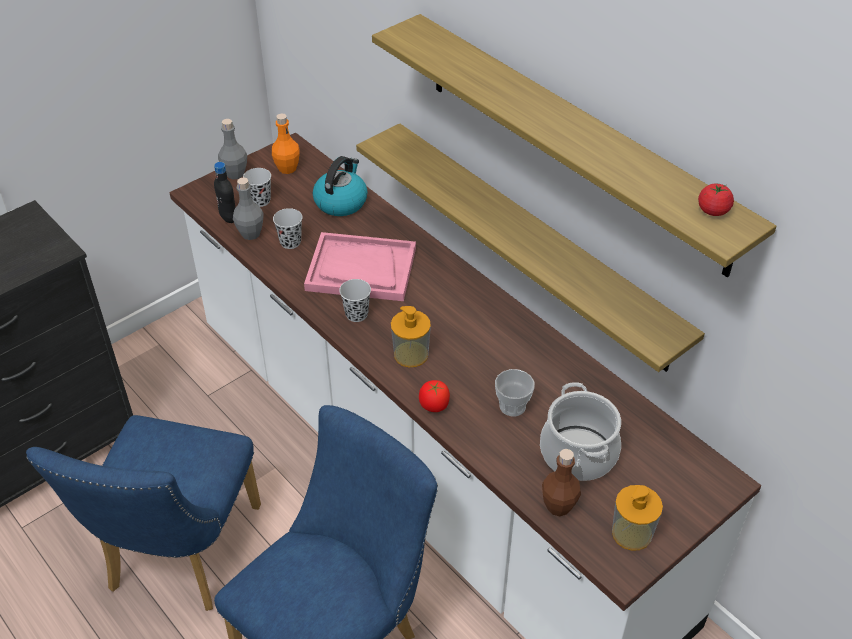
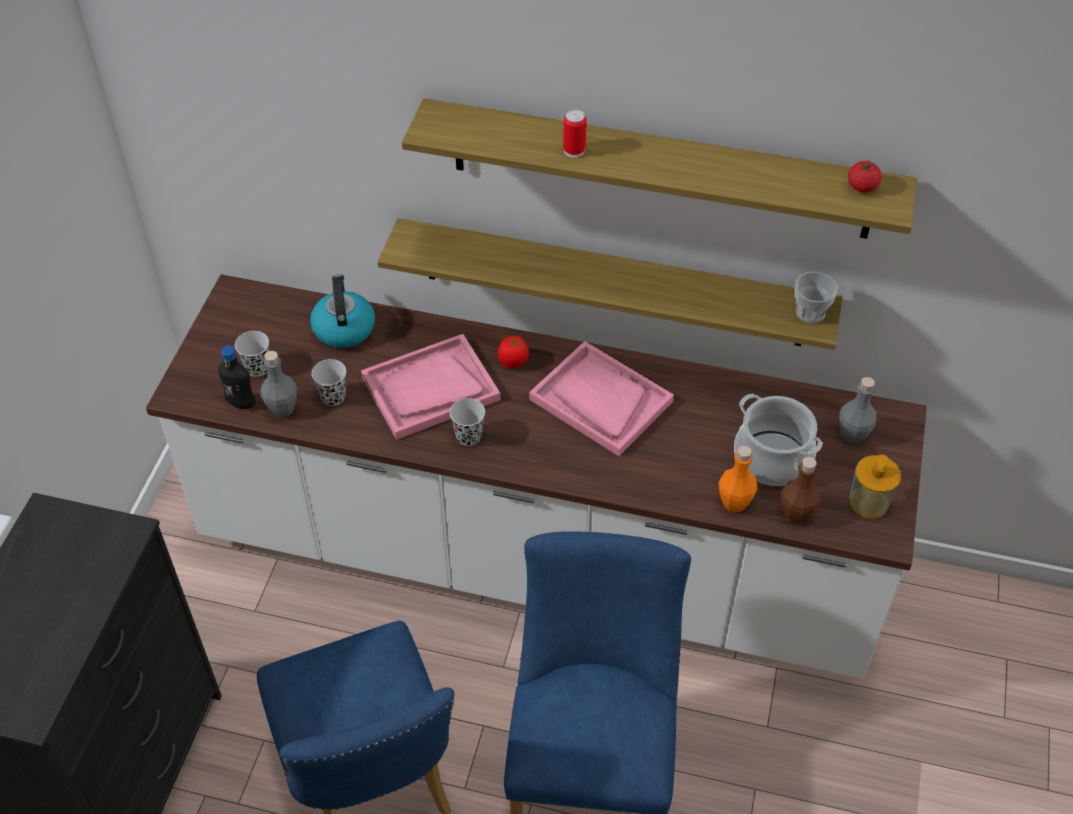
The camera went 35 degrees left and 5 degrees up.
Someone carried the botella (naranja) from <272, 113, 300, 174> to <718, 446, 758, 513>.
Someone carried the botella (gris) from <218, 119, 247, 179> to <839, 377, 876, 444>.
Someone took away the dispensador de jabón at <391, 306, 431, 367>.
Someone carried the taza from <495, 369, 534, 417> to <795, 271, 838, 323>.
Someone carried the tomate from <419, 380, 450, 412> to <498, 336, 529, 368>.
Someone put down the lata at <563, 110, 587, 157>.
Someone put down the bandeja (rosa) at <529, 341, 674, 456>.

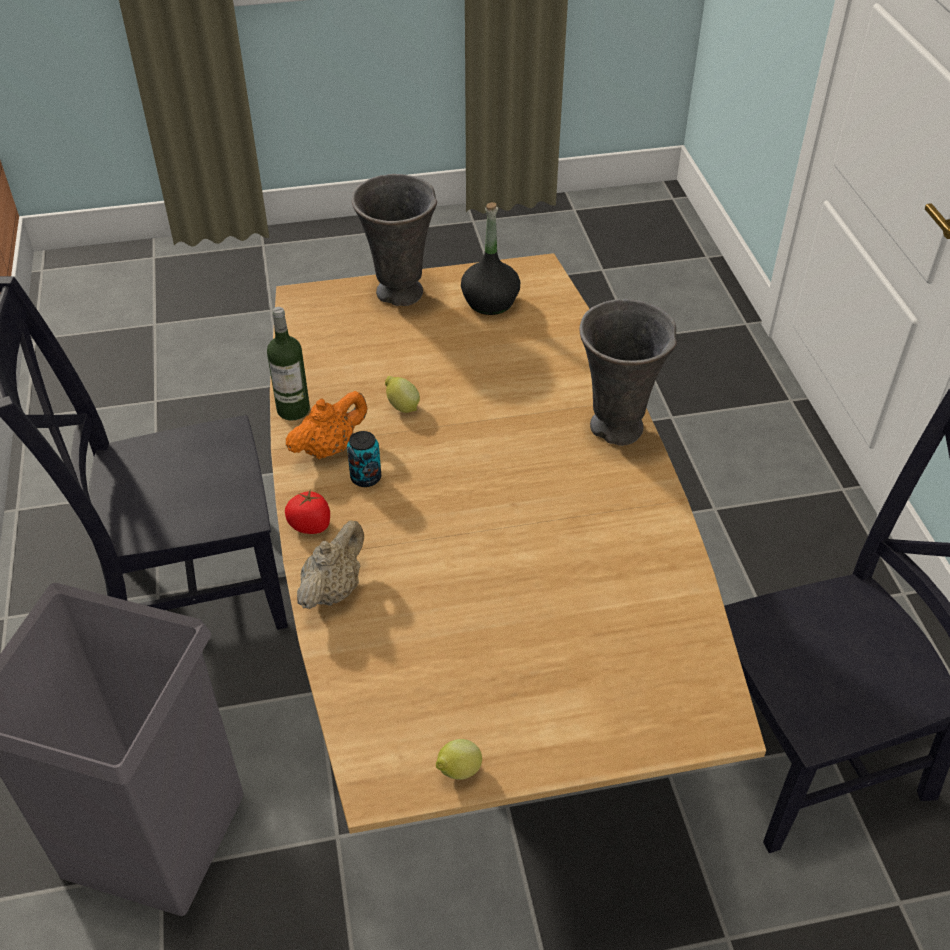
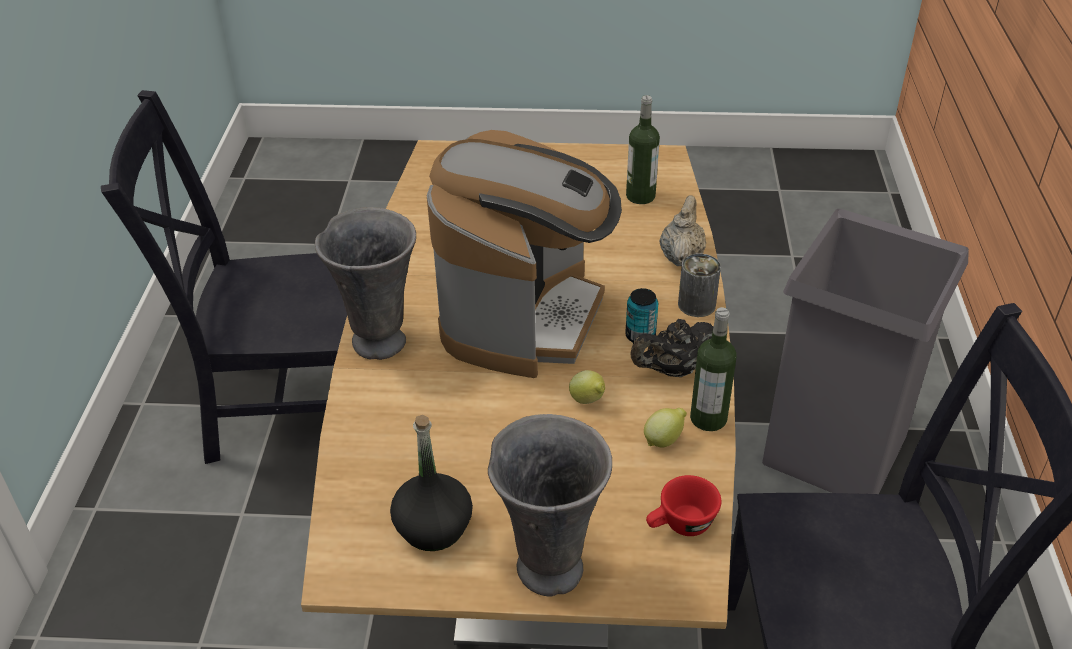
The camera went 165 degrees left and 5 degrees down.
Someone repainted the tetera (naranja) at <286, 391, 368, 460>, which became the tetera (negro) at <630, 319, 713, 377>.
Someone swapped the tomate at <285, 490, 330, 534> for the lata at <678, 253, 721, 317>.
Someone rotated the tetera (beis) at <297, 521, 364, 609> by 150 degrees clockwise.
Someone carried the limón from <436, 739, 482, 780> to <644, 408, 687, 447>.
Someone put down the botella at <626, 95, 660, 204>.
Someone put down the cafetera at <427, 130, 622, 378>.
Someone put down the taza (rojo) at <646, 475, 721, 536>.

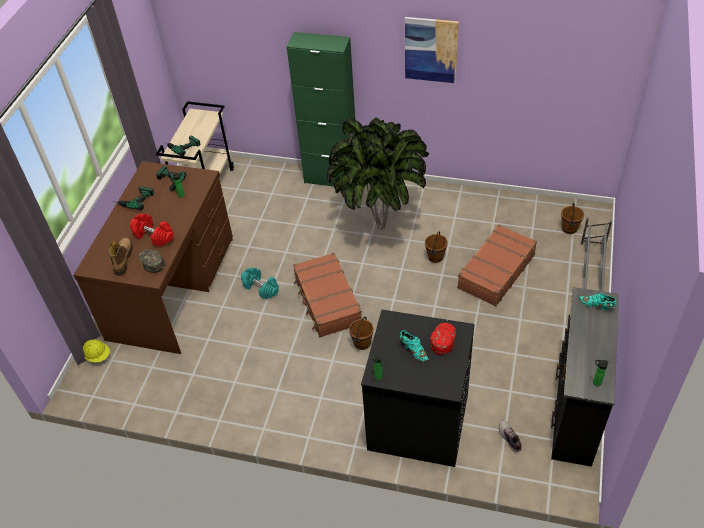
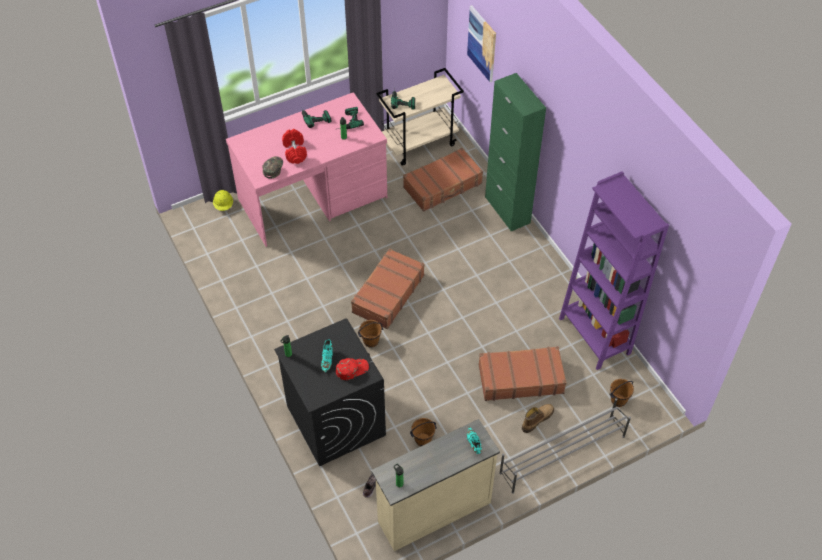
The camera went 45 degrees right and 5 degrees up.
Someone carried the cuadro from <405, 17, 459, 83> to <467, 5, 496, 82>.
Someone took away the planta en maceta at <327, 118, 429, 230>.
Someone repainted the escritorio (marrón) at <73, 161, 233, 354>, which became the escritorio (rosa) at <226, 92, 387, 247>.
Someone carried the cubo (marrón) from <425, 231, 448, 263> to <410, 418, 437, 446>.
Someone carried the bota from <108, 238, 133, 276> to <522, 404, 554, 433>.
Someone took away the mancuerna (turquesa) at <241, 267, 279, 299>.
Someone repainted the cómoda (negro) at <551, 287, 619, 467>, which became the cómoda (beis) at <371, 419, 500, 551>.
Someone put down the maleta (marrón) at <403, 148, 483, 212>.
Someone put down the estantería (morado) at <559, 171, 669, 370>.

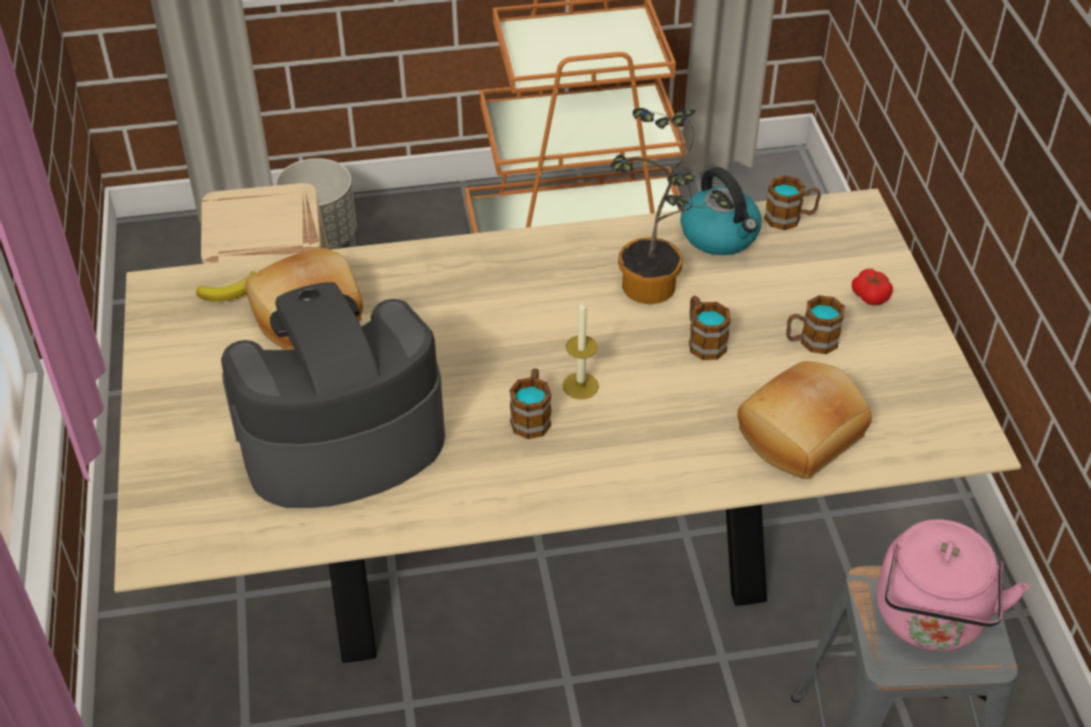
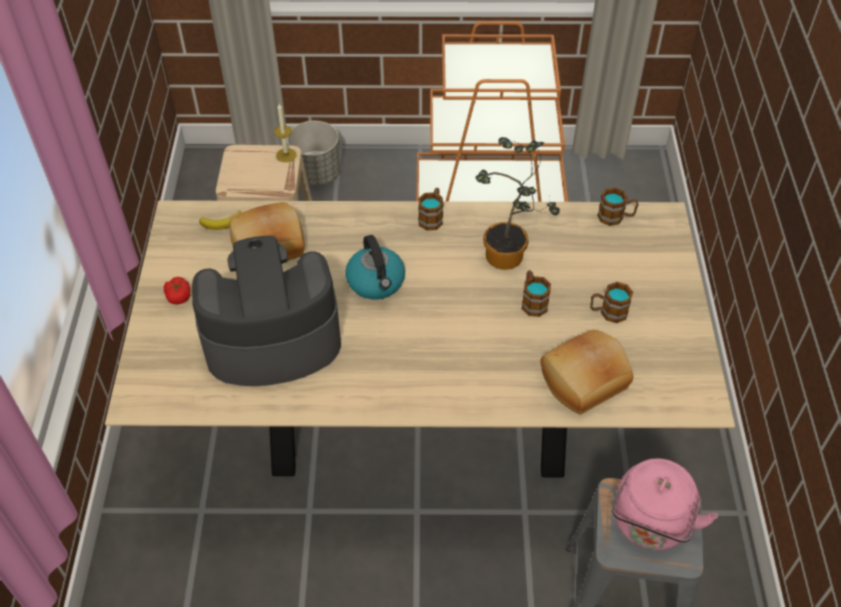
The camera went 10 degrees right and 5 degrees up.
Someone carried the hervidor from <680, 167, 761, 255> to <345, 235, 405, 300>.
Someone carried the tomate from <852, 269, 893, 305> to <164, 277, 190, 304>.
Someone carried the vela from <563, 301, 599, 399> to <274, 104, 297, 162>.
Someone carried the taza grande from <509, 368, 551, 439> to <418, 188, 443, 231>.

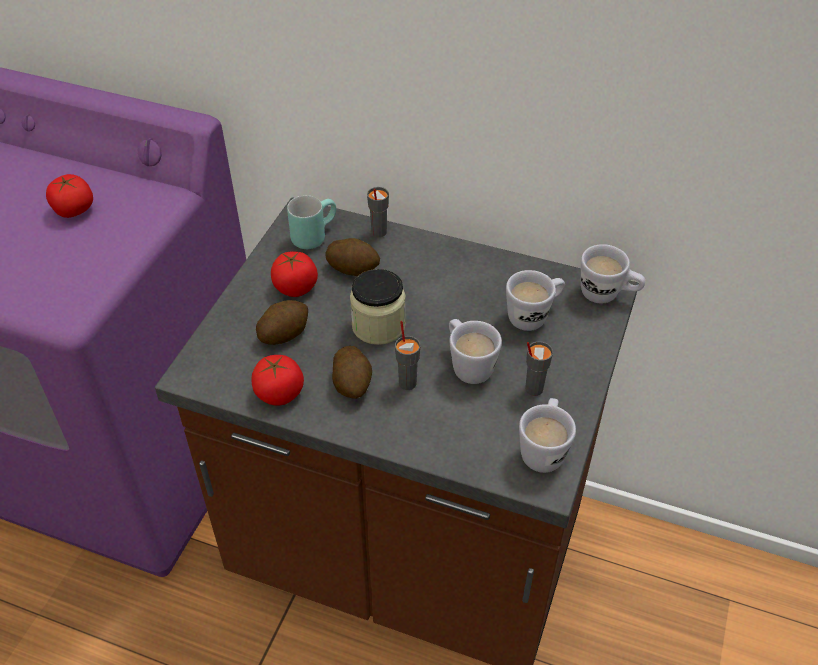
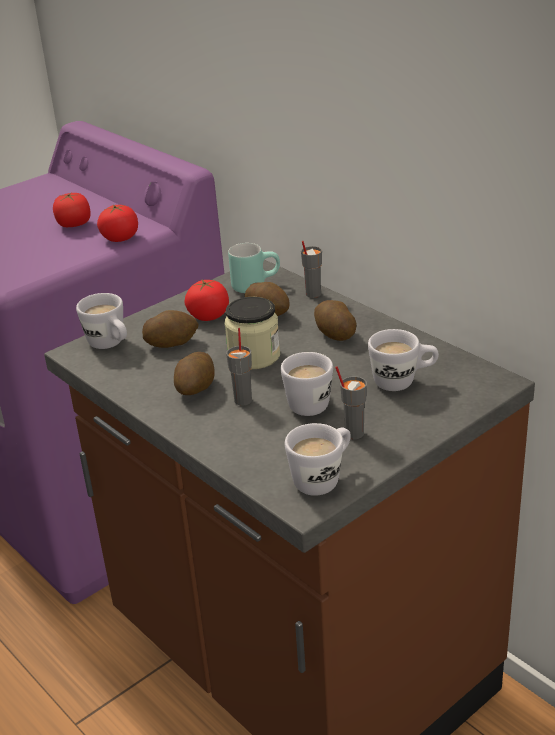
The camera went 30 degrees right and 15 degrees down.
Someone carried the taza grande (blanco) from <581, 244, 646, 303> to <76, 293, 127, 349>.
Someone carried the tomate from <251, 355, 304, 406> to <97, 204, 138, 242>.
Someone put down the patata at <314, 300, 356, 341>.

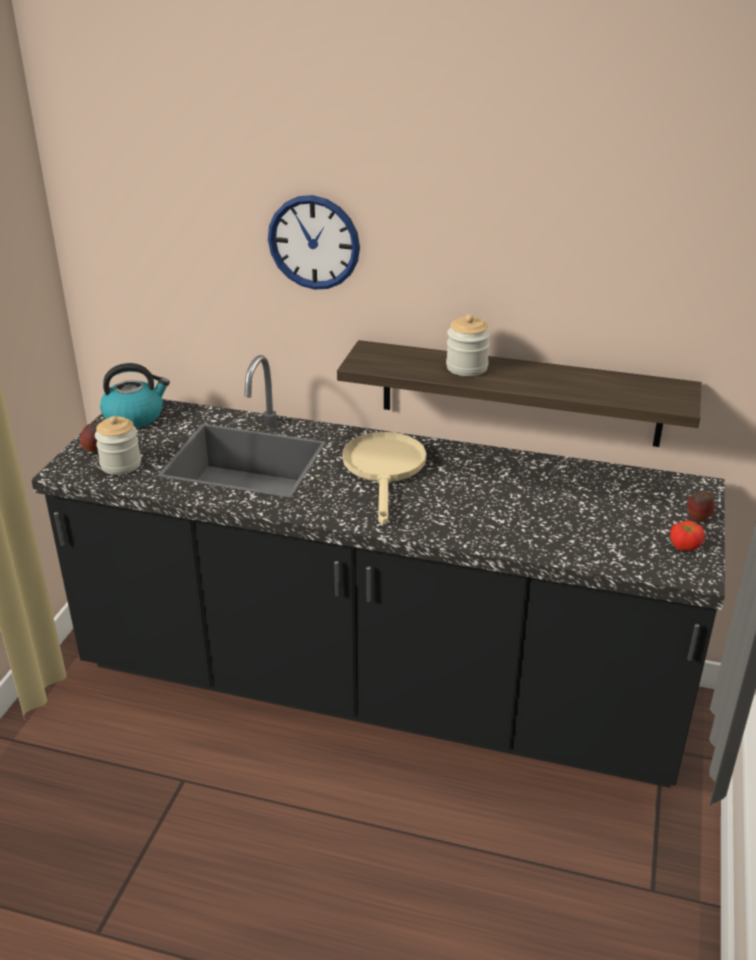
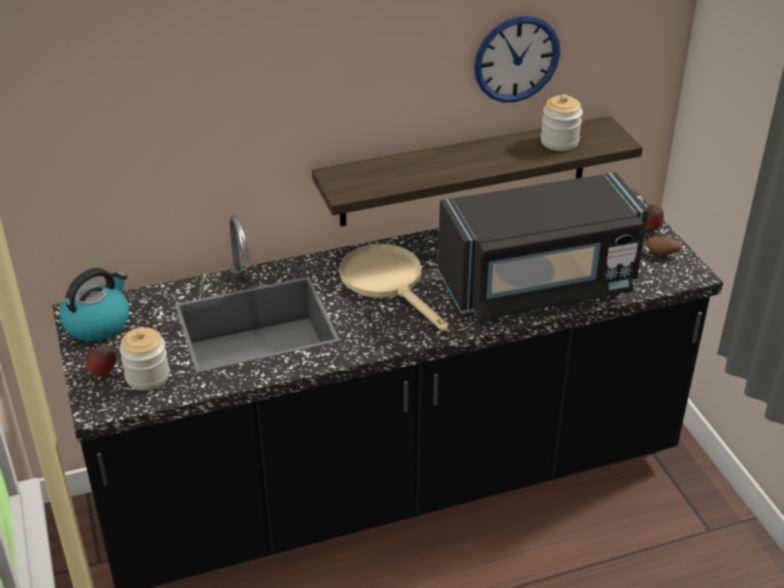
The camera went 35 degrees left and 5 degrees up.
Someone carried the reloj de pared from <268, 195, 360, 290> to <474, 16, 560, 102>.
Someone carried the tarro from <446, 314, 490, 376> to <541, 94, 583, 151>.
Someone swapped the tomate at <670, 521, 705, 551> for the patata at <646, 237, 682, 255>.
Someone put down the microondas (negro) at <438, 172, 648, 320>.

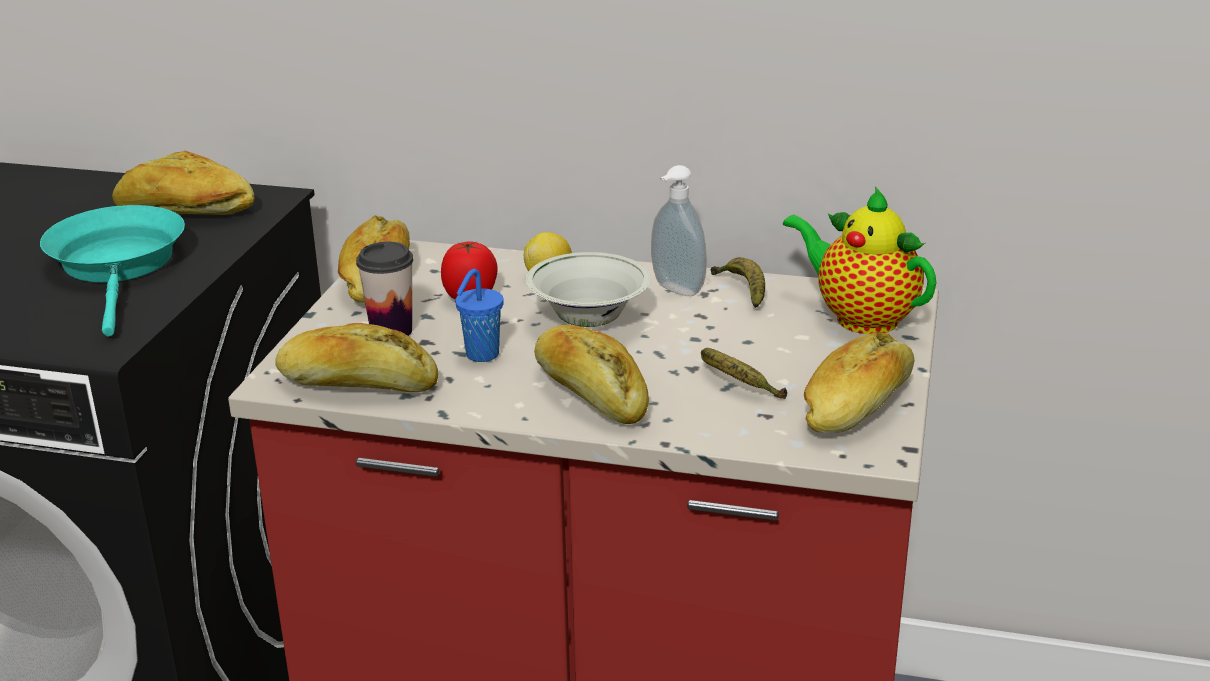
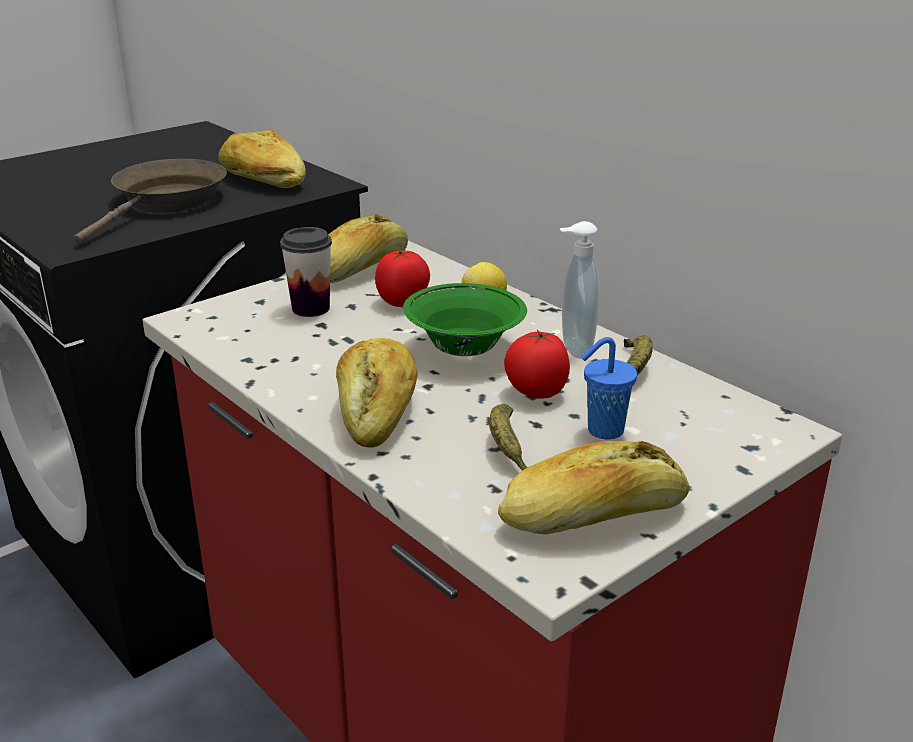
The camera went 35 degrees right and 0 degrees up.
Someone took away the tetera at <783, 186, 936, 334>.
Someone repainted the sartén (turquesa) at <40, 205, 185, 337>, which became the sartén (marrón) at <74, 159, 227, 244>.
Someone repainted the cuenco (blanco) at <526, 252, 651, 327>, which became the cuenco (verde) at <403, 283, 527, 356>.
Someone carried the taza (azul) from <455, 269, 503, 362> to <581, 337, 637, 440>.
Someone took away the pan at <275, 323, 438, 392>.
Someone put down the tomate at <504, 330, 570, 399>.

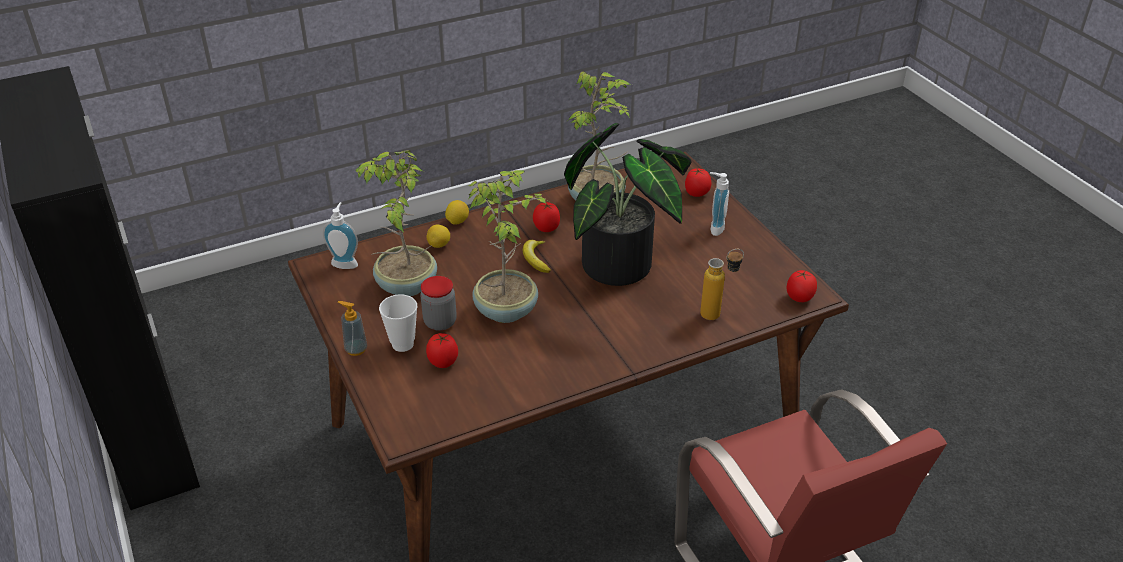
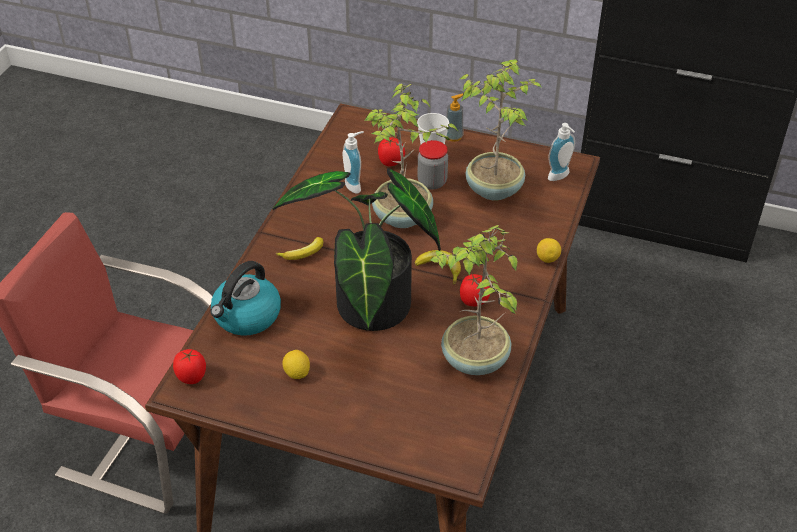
The camera went 135 degrees right and 5 degrees up.
Someone took away the tomate at <685, 168, 712, 197>.
Someone carried the dispensador de jabón from <710, 172, 729, 236> to <343, 131, 364, 193>.
Someone carried the limón from <427, 225, 450, 248> to <282, 350, 310, 379>.
Someone swapped the botella at <700, 249, 744, 320> for the hervidor at <211, 261, 281, 336>.
Someone put down the plátano at <275, 237, 323, 260>.

